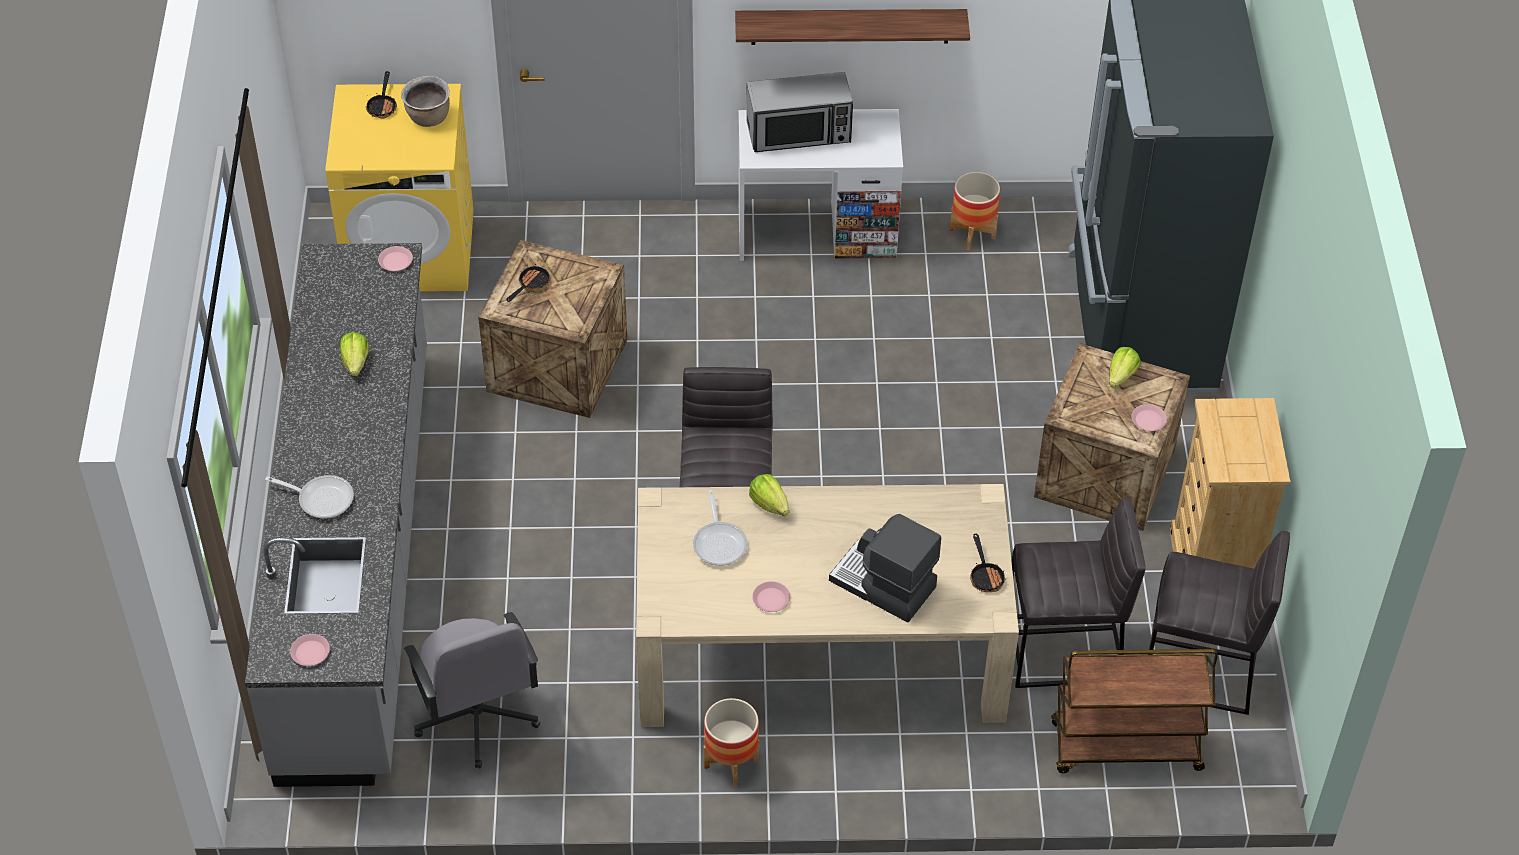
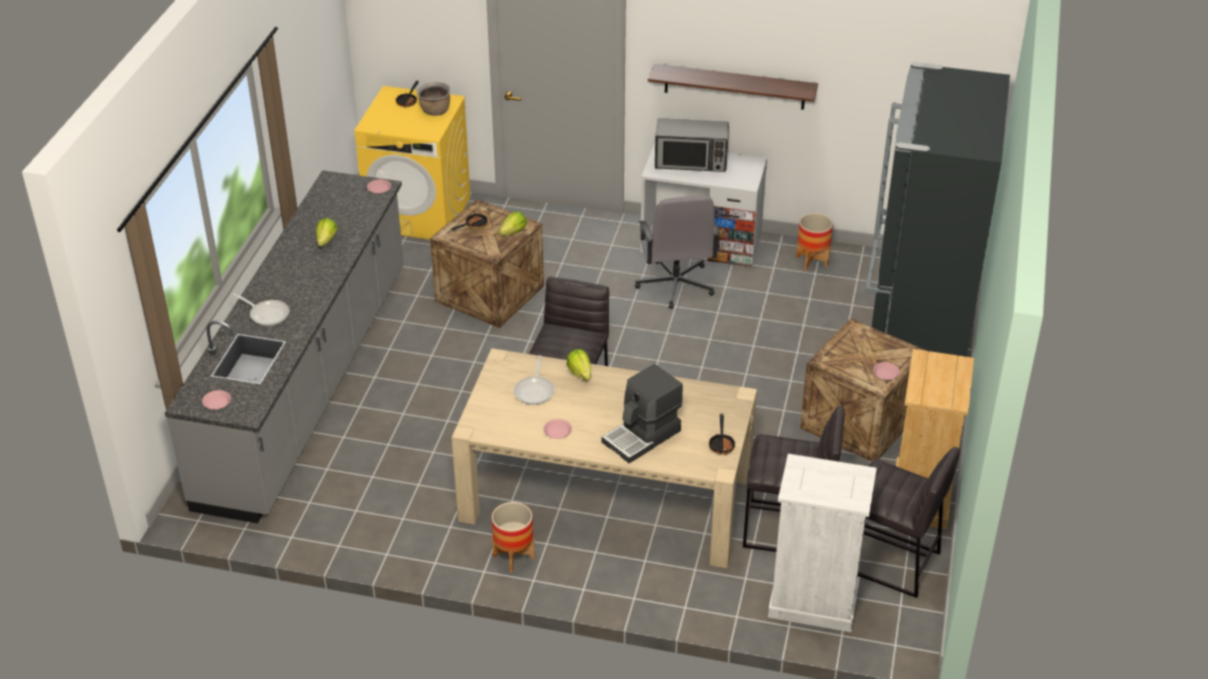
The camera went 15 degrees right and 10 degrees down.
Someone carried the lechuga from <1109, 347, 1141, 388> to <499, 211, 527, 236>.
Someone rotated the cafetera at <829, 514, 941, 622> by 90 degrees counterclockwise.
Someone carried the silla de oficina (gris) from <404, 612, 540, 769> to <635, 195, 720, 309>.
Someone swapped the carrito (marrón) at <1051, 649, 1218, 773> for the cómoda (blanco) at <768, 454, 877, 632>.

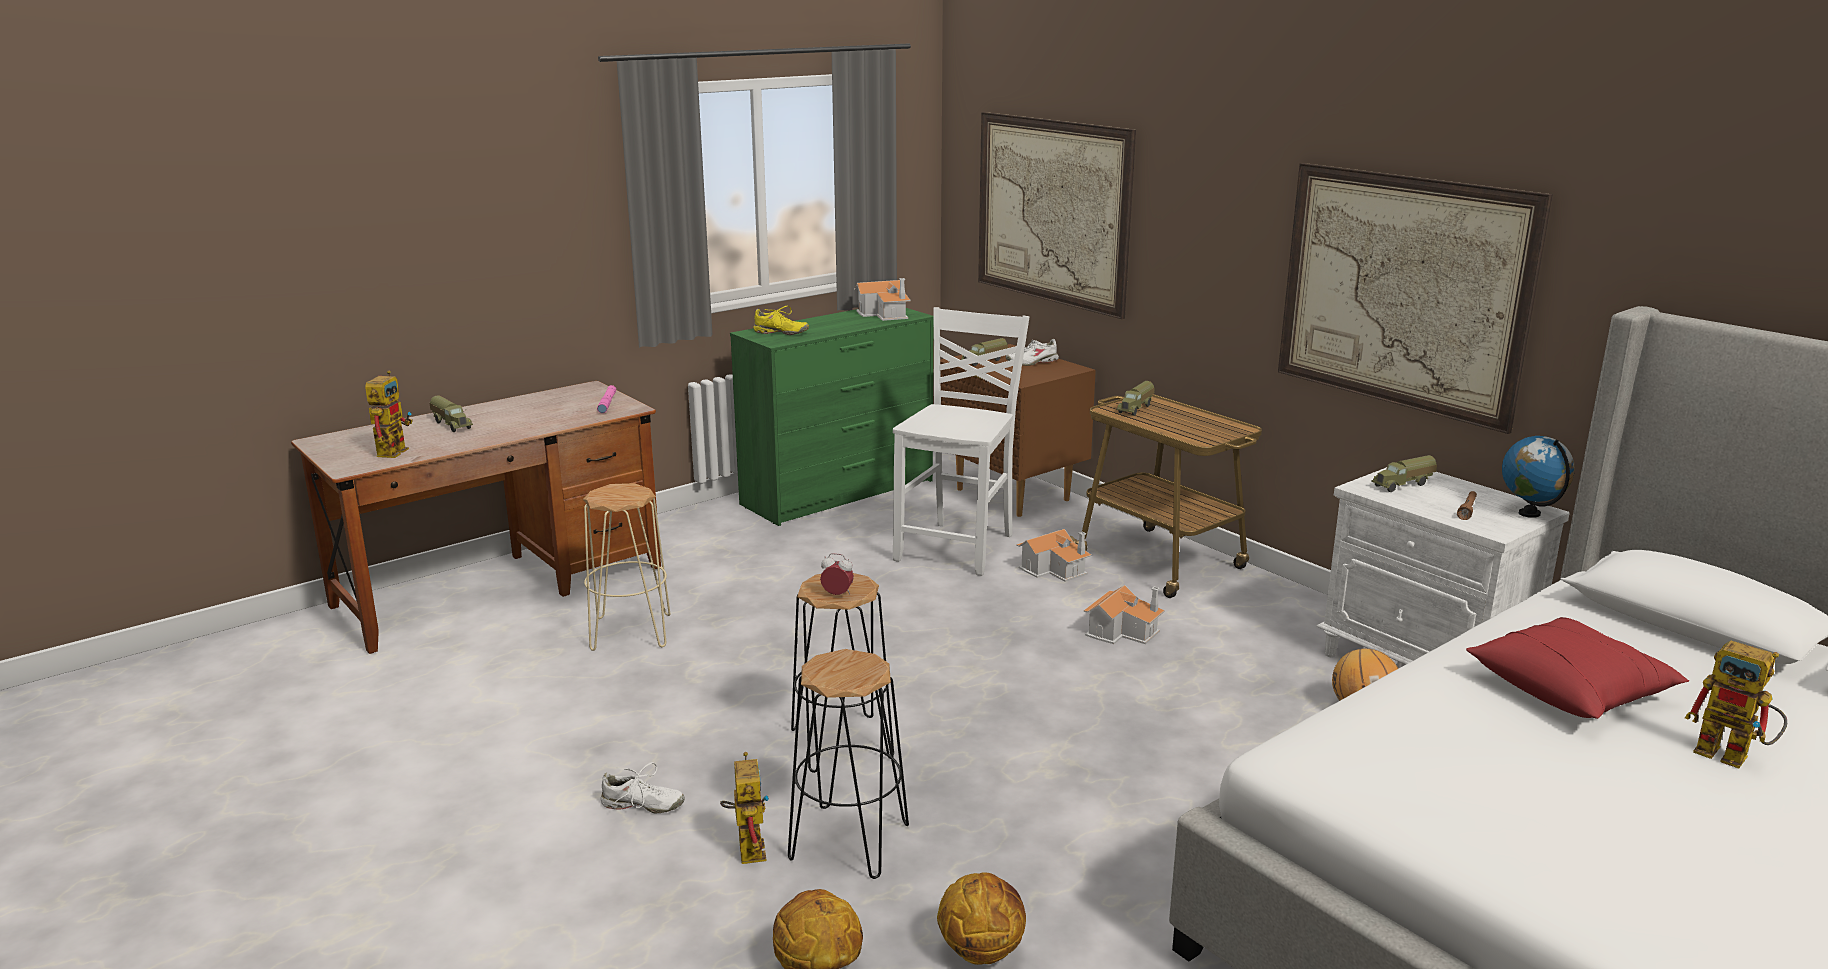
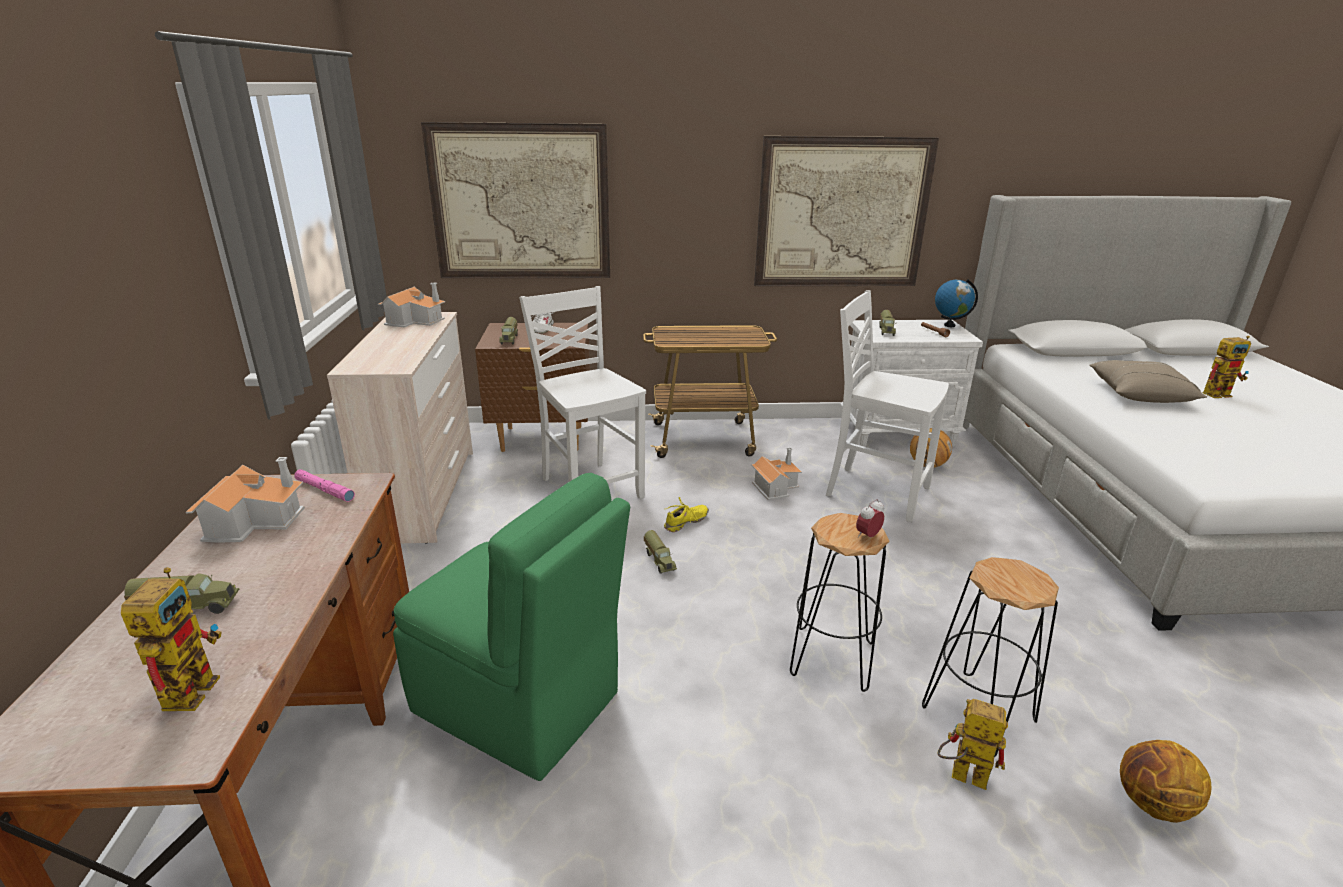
The camera went 55 degrees left and 5 degrees up.
Someone carried the zapato (amarillo) from <753, 305, 809, 335> to <664, 497, 708, 532>.
Someone repainted the cómoda (verde) at <730, 308, 934, 526>, which became the cómoda (beis) at <327, 312, 473, 544>.
Someone rotated the robot de juguete at <365, 370, 413, 458> by 45 degrees clockwise.
Someone carried the camión de juguete from <1117, 381, 1155, 416> to <644, 530, 677, 574>.
Someone swapped the taburete (beis) at <583, 483, 671, 651> for the silla (verde) at <393, 473, 630, 781>.
Someone carried the casita from <1016, 529, 1092, 582> to <186, 457, 305, 543>.
Someone repainted the cojín (rojo) at <1466, 617, 1689, 719>, which became the cojín (beis) at <1089, 360, 1207, 403>.
Someone took away the zapato (blanco) at <601, 762, 685, 814>.
Someone took away the balón de baloncesto at <937, 873, 1026, 965>.
Someone put down the silla (blanco) at <826, 290, 949, 522>.

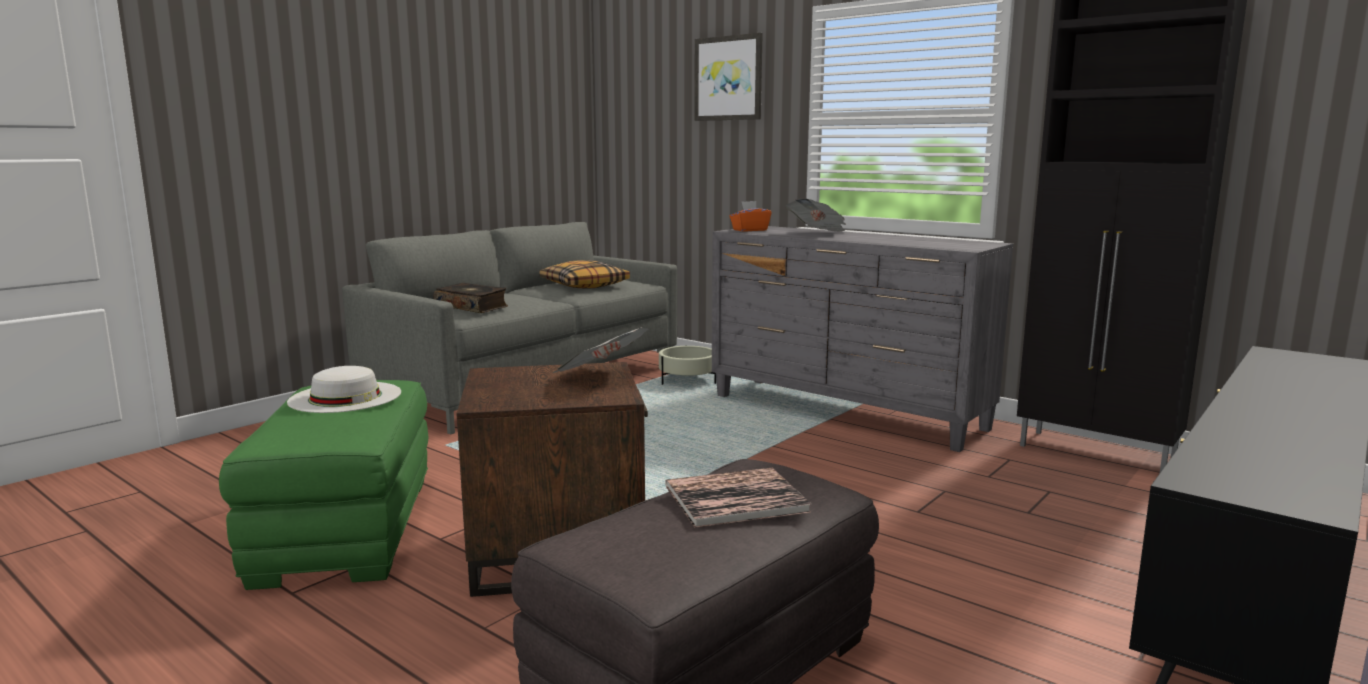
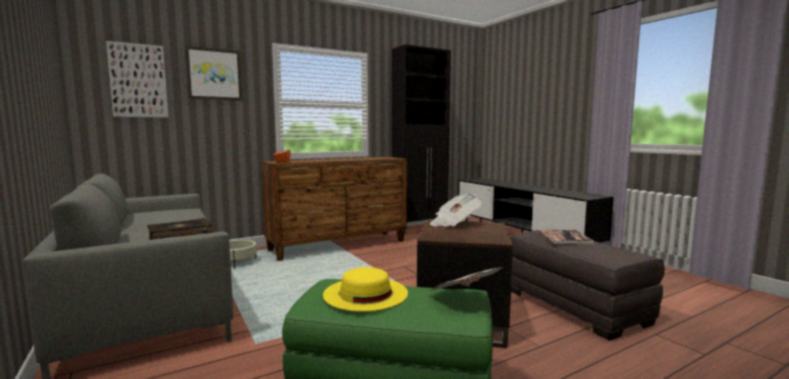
The camera went 70 degrees left and 5 degrees down.
Someone carried the periódico from <785, 198, 846, 232> to <429, 267, 503, 291>.
Someone repainted the cómoda (gris) at <712, 226, 1013, 452>, which became the cómoda (marrón) at <261, 157, 407, 261>.
Someone took away the cojín at <539, 260, 630, 289>.
Someone repainted the sombrero (blanco) at <287, 366, 401, 413>, which became the sombrero (amarillo) at <323, 267, 408, 311>.
Someone put up the cuadro at <106, 41, 169, 118>.

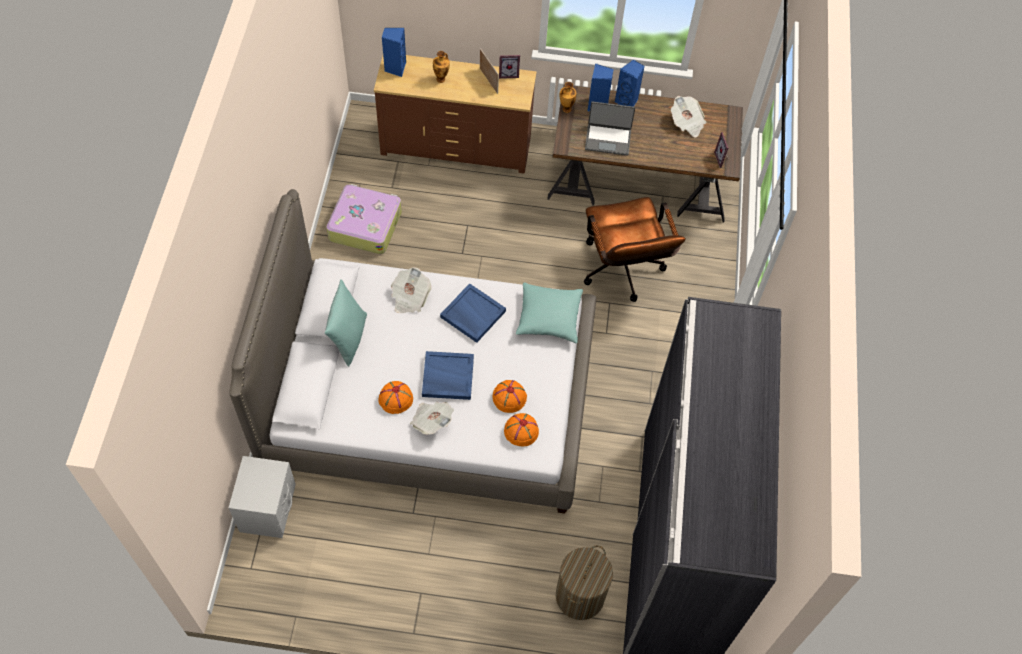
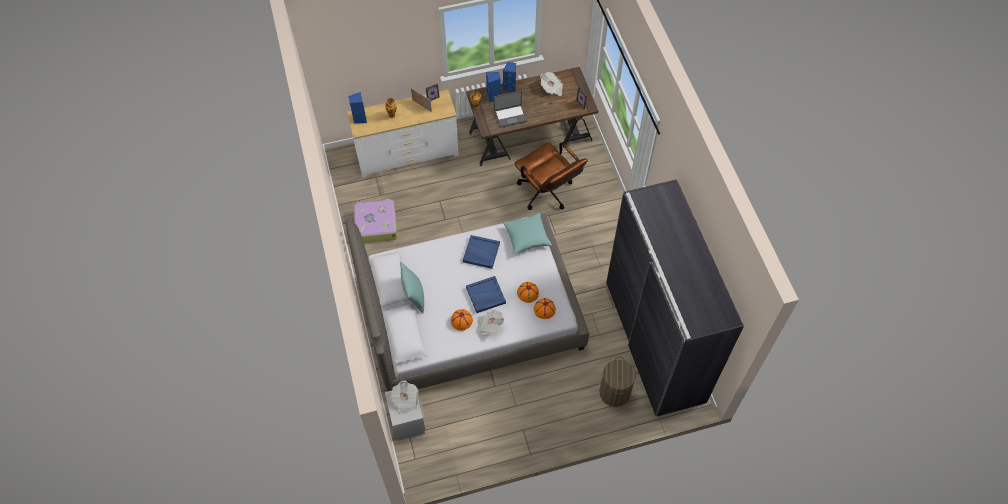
The camera went 20 degrees left and 0 degrees up.
Someone repainted the cómoda (marrón) at <374, 55, 537, 174>, which became the cómoda (blanco) at <347, 90, 459, 177>.
Someone carried the periódico from <391, 267, 431, 313> to <391, 380, 419, 415>.

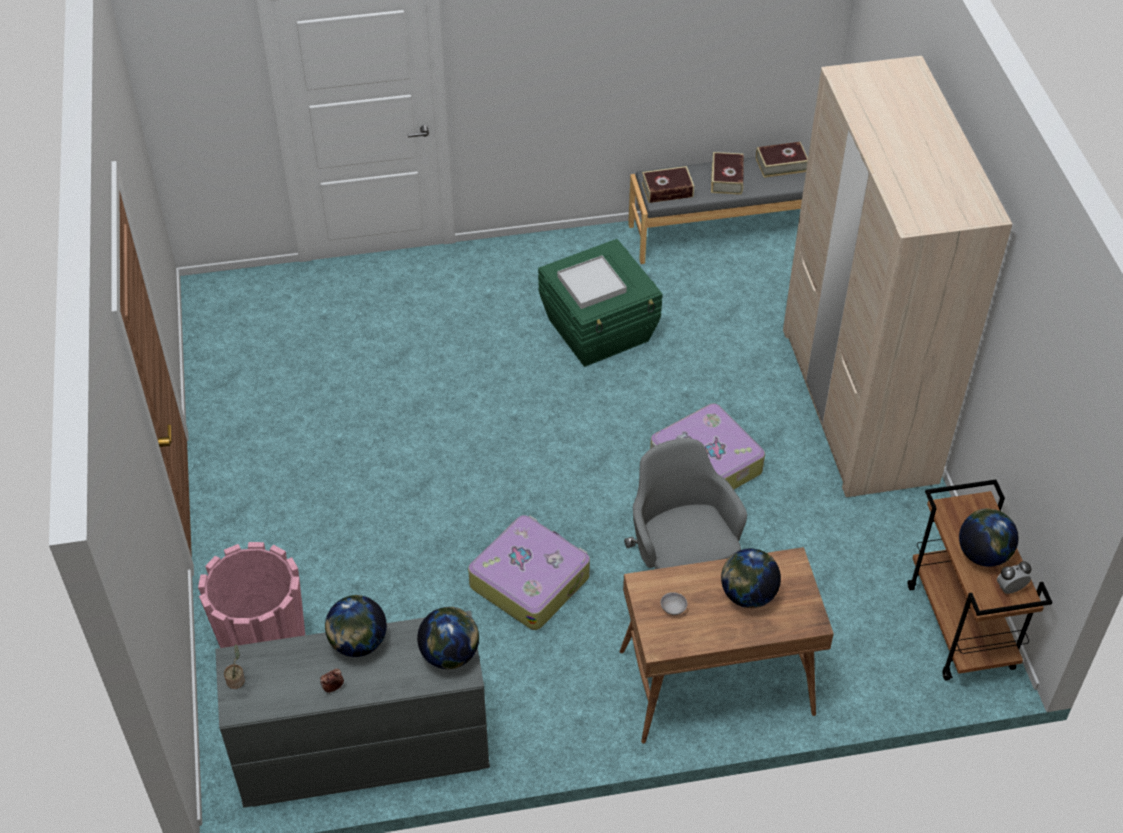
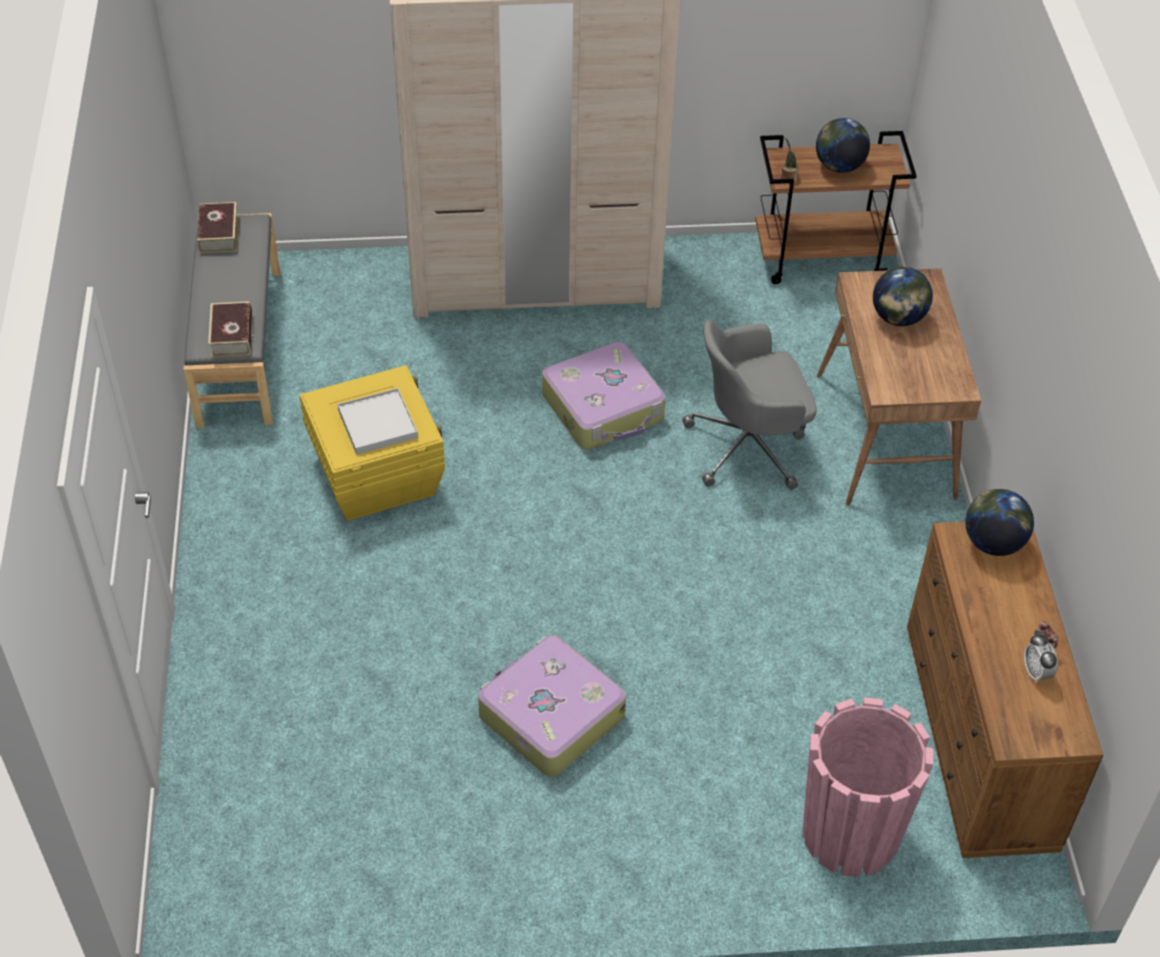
The camera went 85 degrees left and 0 degrees up.
Someone took away the libro at <711, 152, 744, 195>.
Someone repainted the caja de almacenaje (verde) at <538, 239, 663, 367>, which became the caja de almacenaje (amarillo) at <300, 365, 445, 521>.
Someone carried the maleta from <468, 515, 590, 630> to <478, 635, 626, 777>.
Someone carried the despertador from <997, 561, 1032, 594> to <1024, 634, 1058, 683>.
Someone took away the cuenco (gris) at <660, 592, 687, 615>.
Someone took away the globo terráqueo at <325, 595, 387, 657>.
Someone repainted the cómoda (gris) at <215, 611, 490, 808>, which became the cómoda (marrón) at <907, 522, 1103, 858>.
Someone carried the planta en maceta from <224, 644, 245, 689> to <781, 138, 799, 182>.

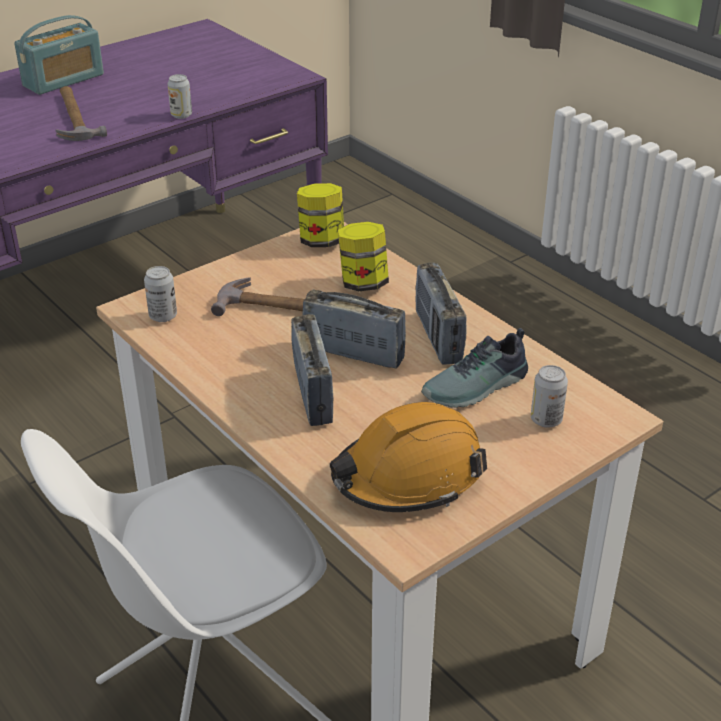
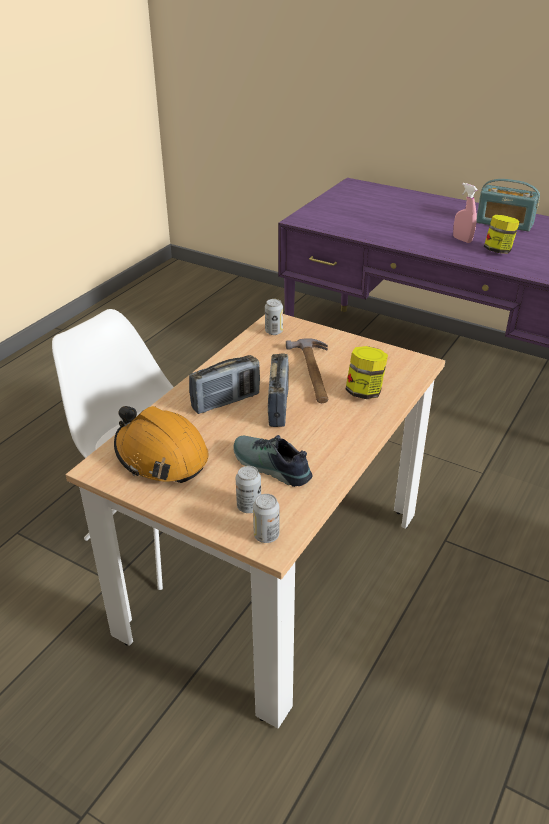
The camera went 70 degrees right and 0 degrees up.
Someone carried the lata from <167, 74, 192, 119> to <253, 494, 279, 543>.
Someone swapped the martillo at <55, 86, 107, 141> for the pulverizador (rosa) at <453, 183, 478, 243>.
Someone carried the tarro from <297, 183, 344, 247> to <484, 215, 520, 253>.
Someone took away the radio at <416, 263, 466, 365>.

